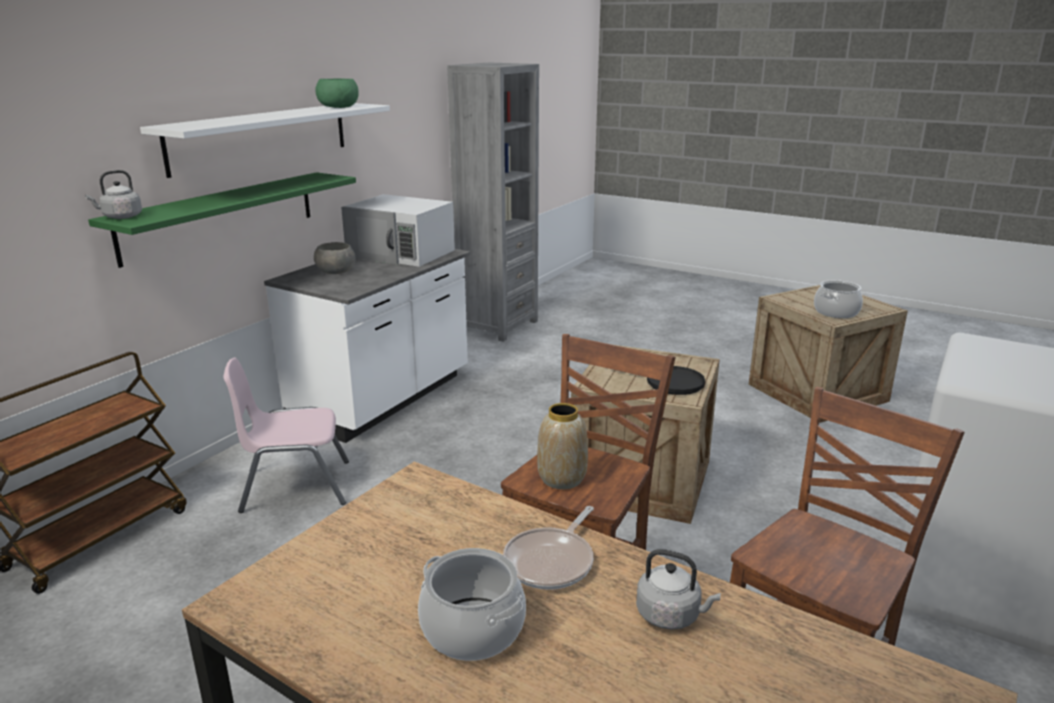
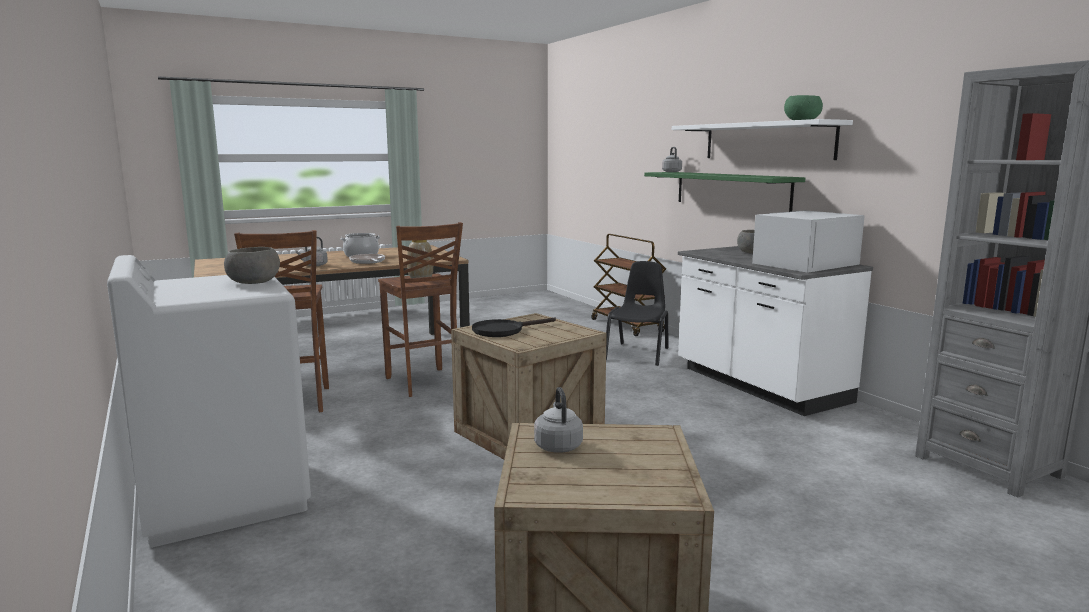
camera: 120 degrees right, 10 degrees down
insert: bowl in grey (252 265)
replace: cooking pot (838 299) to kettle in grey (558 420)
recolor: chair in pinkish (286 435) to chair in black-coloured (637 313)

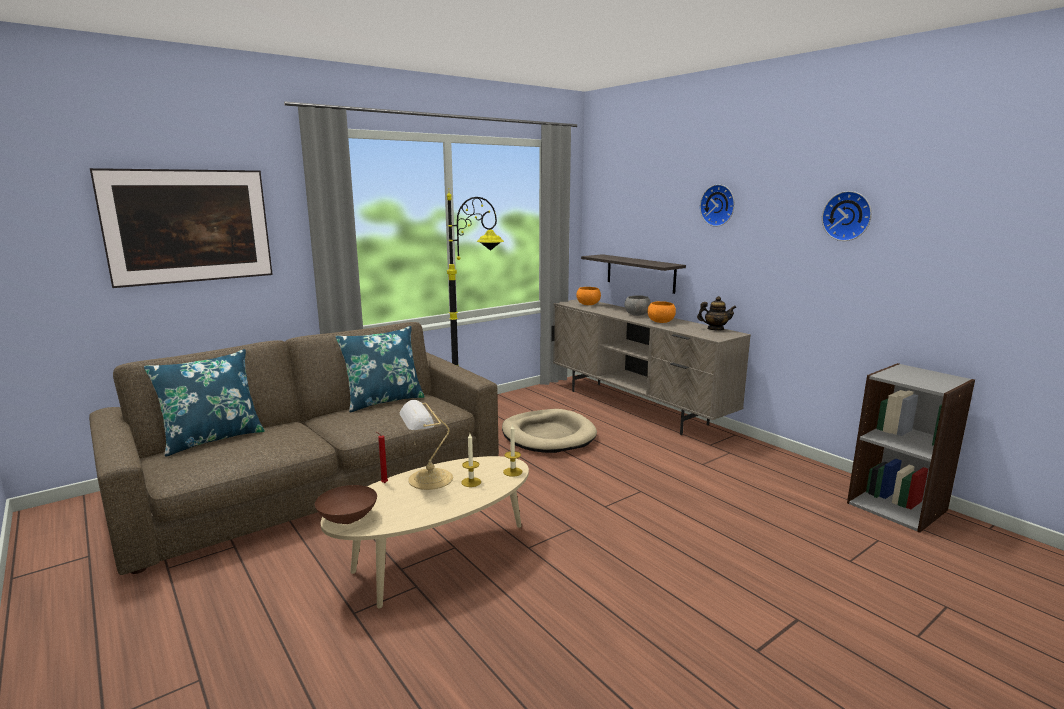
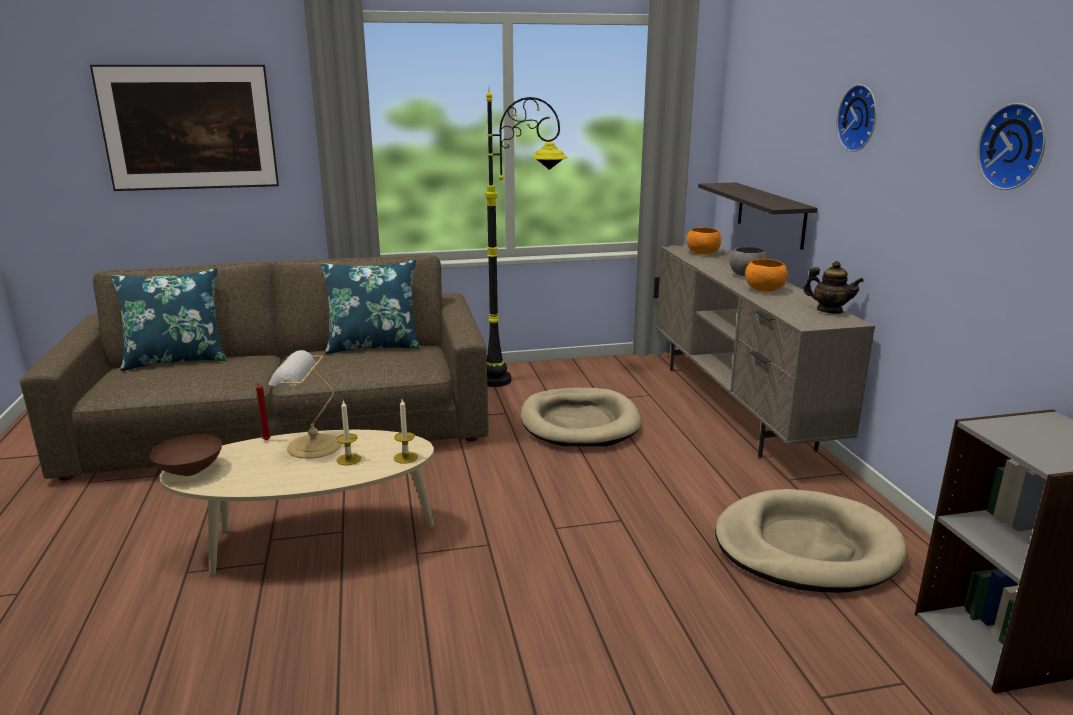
camera: 25 degrees right, 5 degrees up
insert: pet bed in beige (810 541)

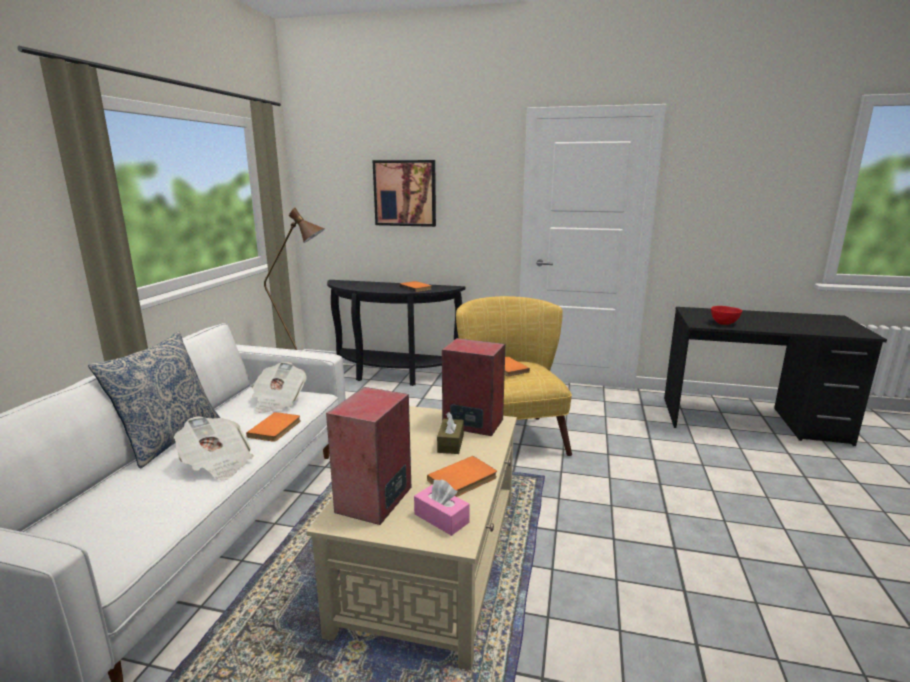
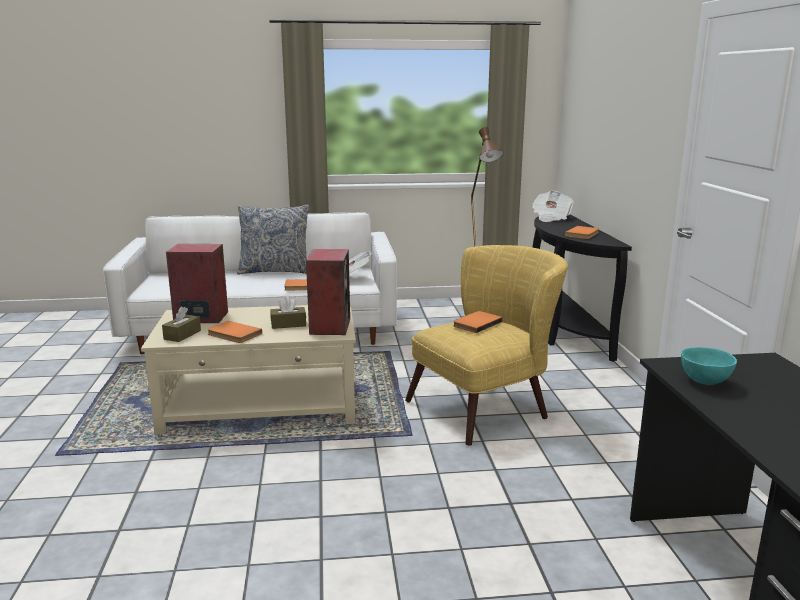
camera: 70 degrees right, 0 degrees up
delete: picture (404 193)
move: daily paper (214 448) to (553 206)
recolor: tissue holder in pinkish (442 507) to tissue holder in brownish (181 324); bowl in red-coloured (726 315) to bowl in turquoise (709 366)

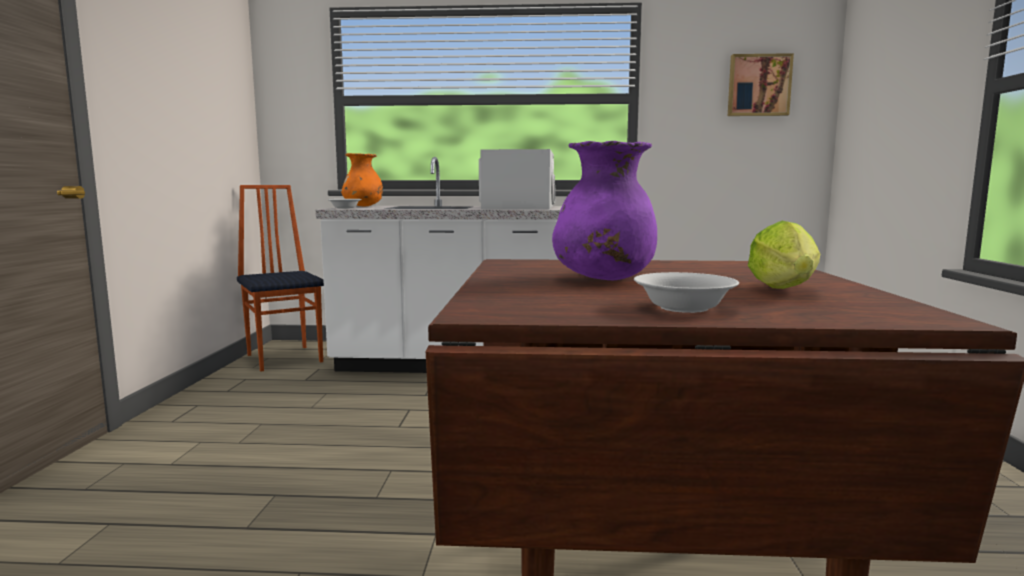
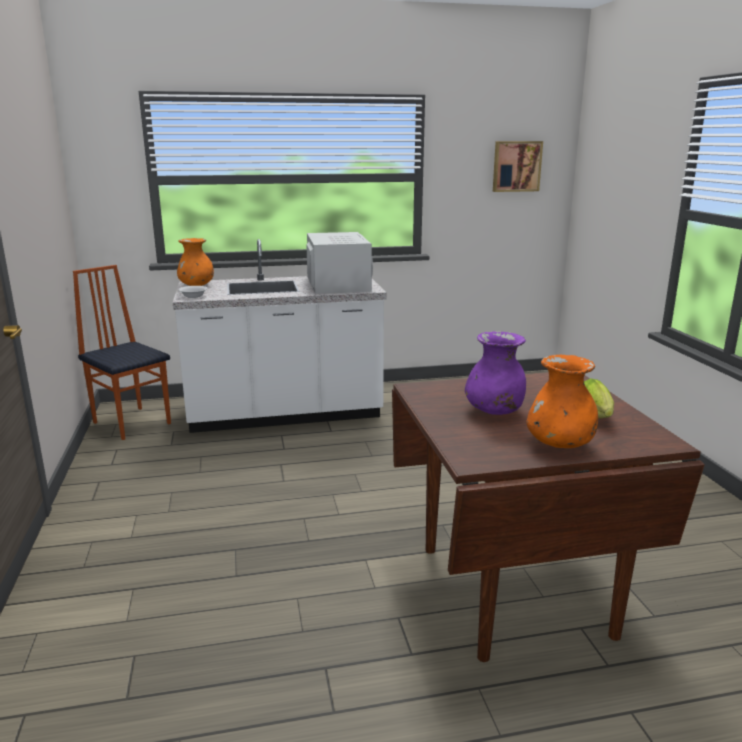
camera: 15 degrees left, 10 degrees up
replace: bowl in whitish (686 292) to decorative vase in orangey (562 401)

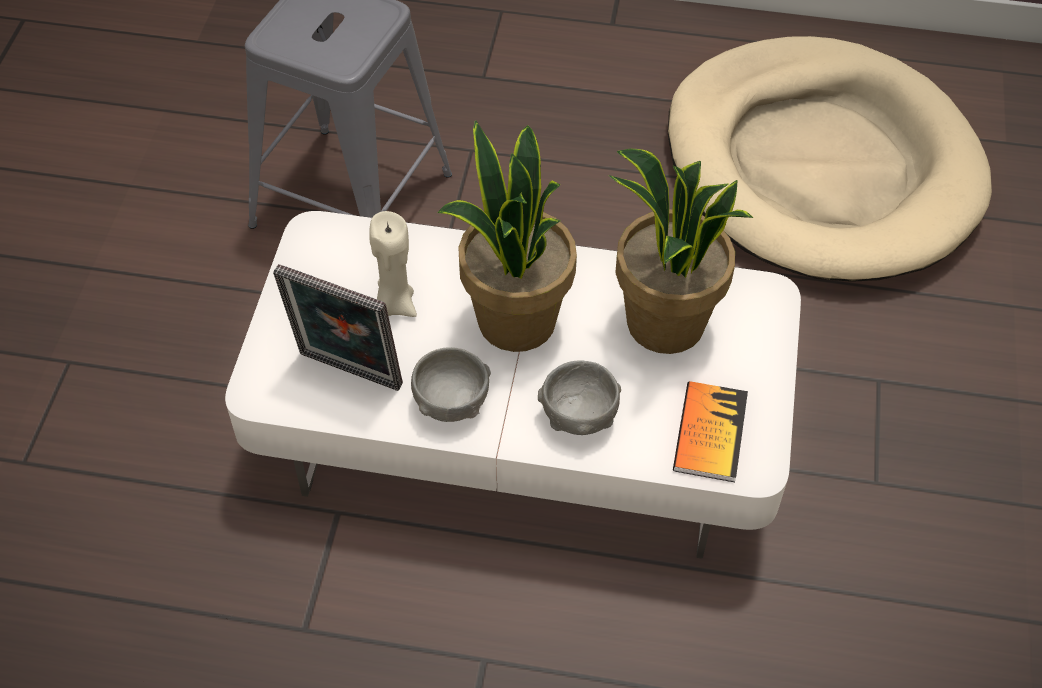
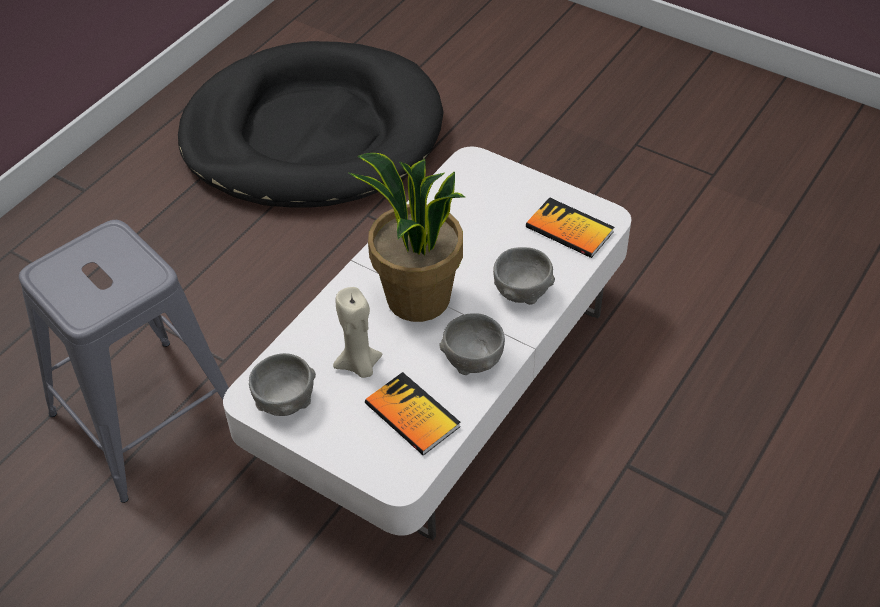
camera: 65 degrees left, 5 degrees down
delete: plant in a pot (680 251)
insert: bowl in grey (282 384)
replace: photo frame (338 327) to bound book (413 413)
recolor: pet bed in beige (830 159) to pet bed in black-coloured (311 124)

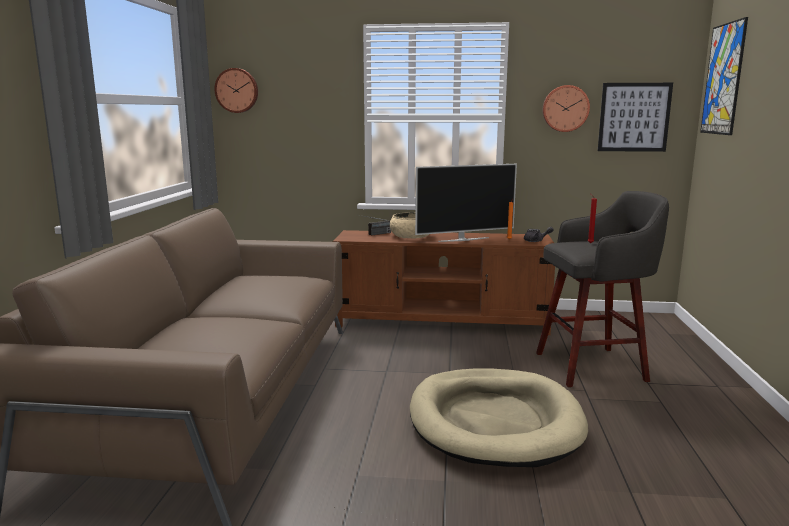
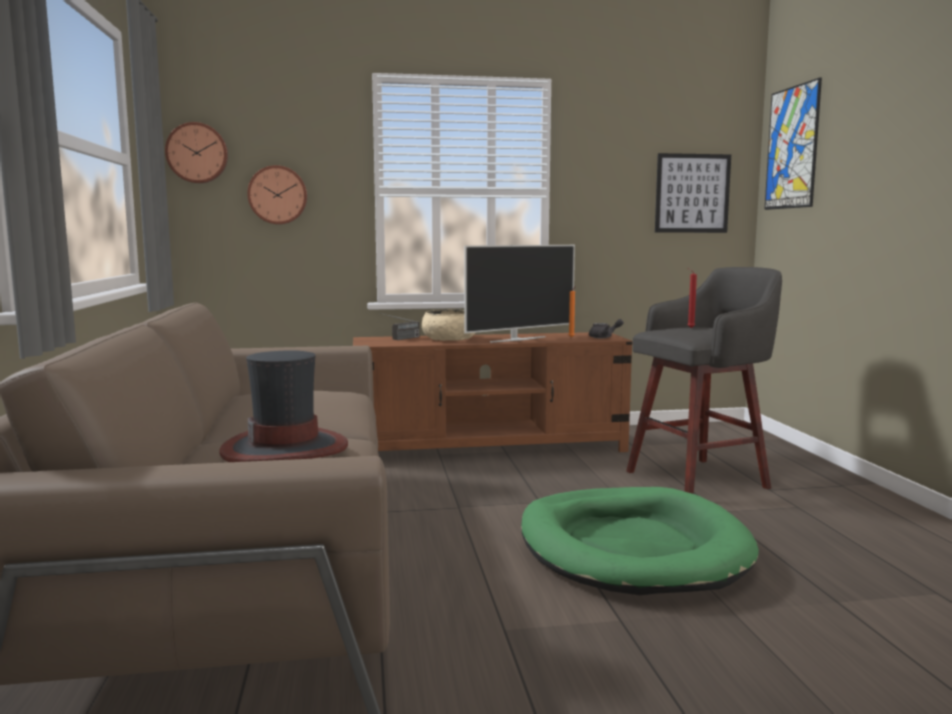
camera: 15 degrees left, 5 degrees down
insert: wearable hat (283 406)
move: clock on the wall (566 108) to (277 194)
recolor: pet bed in beige (499 417) to pet bed in greenish (640 541)

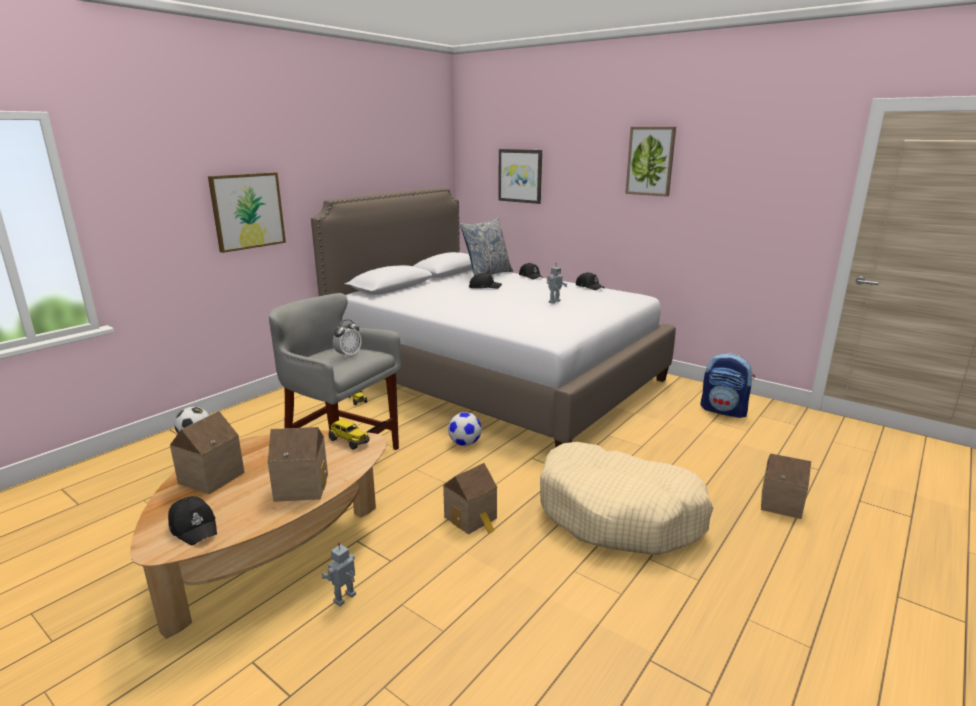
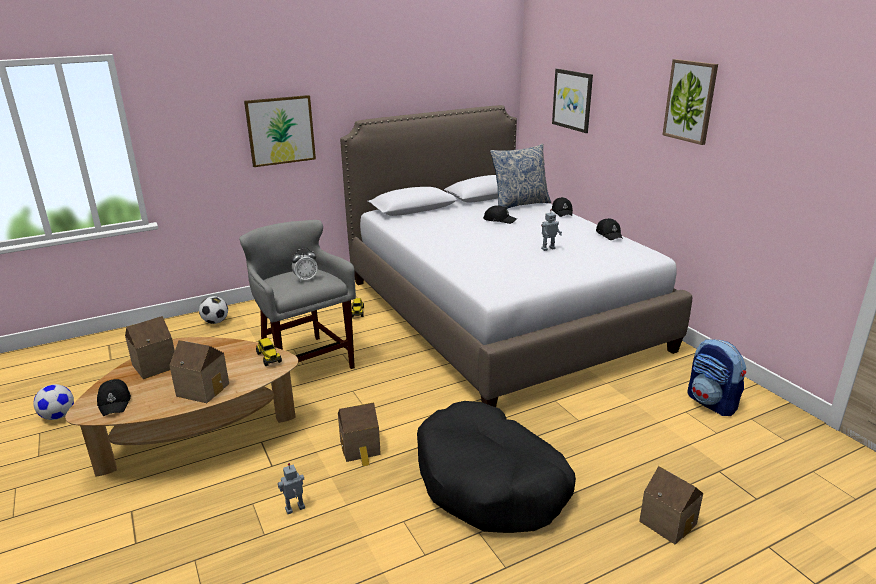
camera: 25 degrees right, 5 degrees up
move: model robot (338 574) to (291 488); football (465 429) to (53 402)
recolor: pet bed in beige (626 498) to pet bed in black-coloured (496 467)

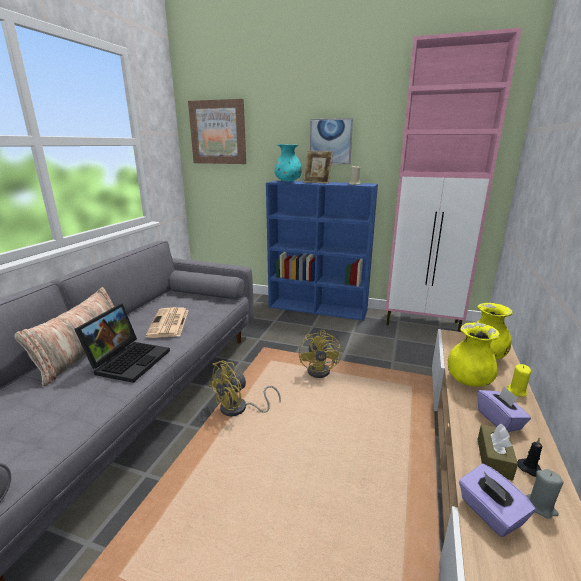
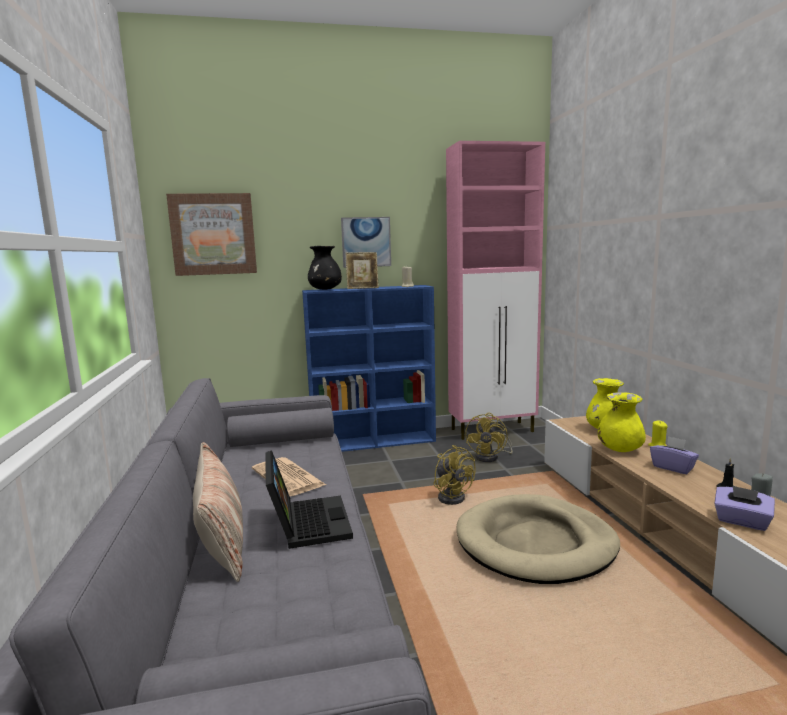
camera: 30 degrees left, 10 degrees down
delete: tissue holder in brownish (497 452)
insert: pet bed in beige (538 539)
move: cooling fan in yellowish (244 388) to (489 437)
recolor: decorative vase in turquoise (288 163) to decorative vase in black-coloured (325 268)

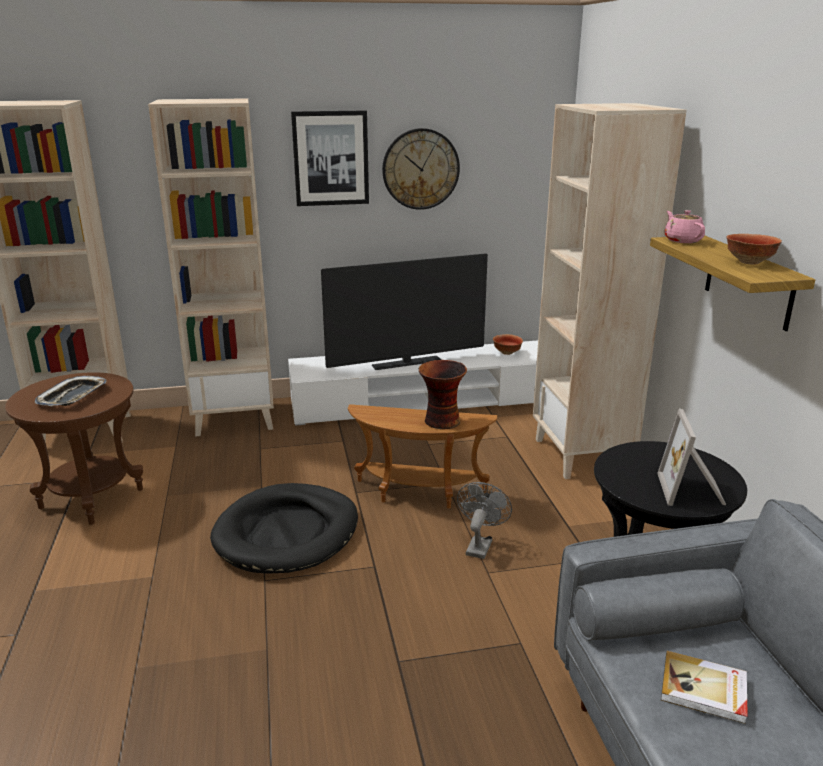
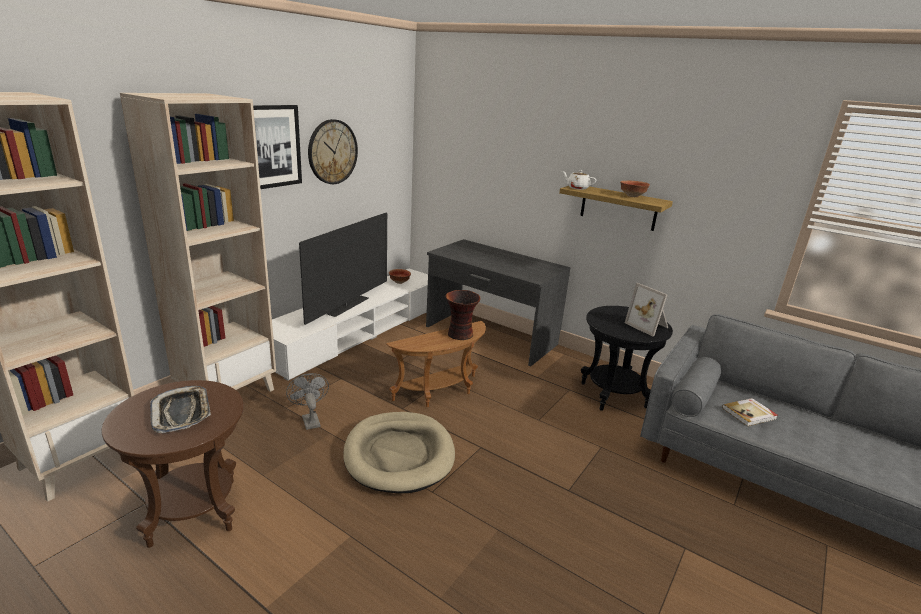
camera: 45 degrees left, 0 degrees up
move: cooling fan in grey (484 520) to (307 401)
replace: bookcase in beige (610 291) to desk in grey (498 302)
recolor: pet bed in black-coloured (284 528) to pet bed in beige (399 452); tea pot in pinkish (685 226) to tea pot in whitish (579 180)

